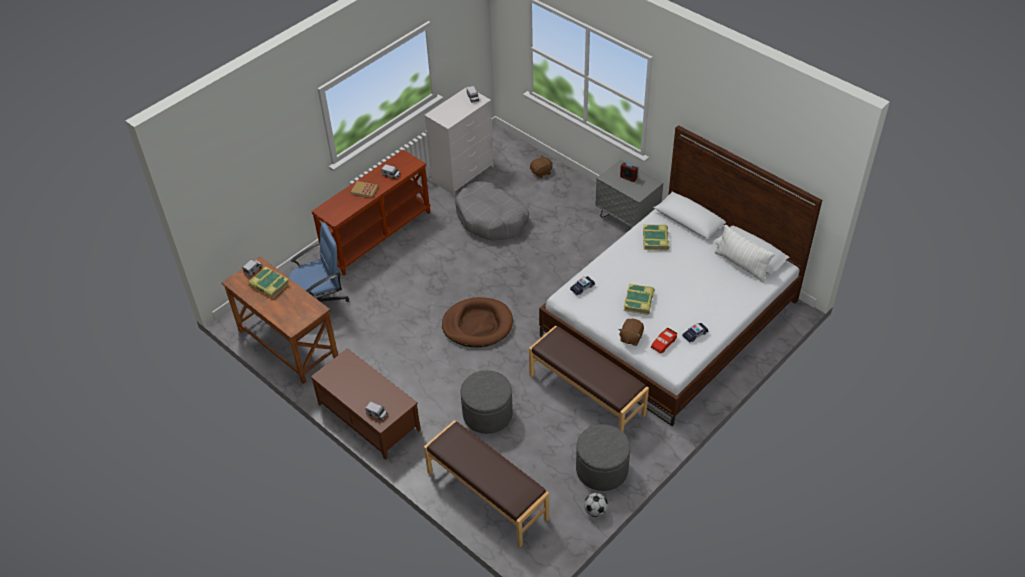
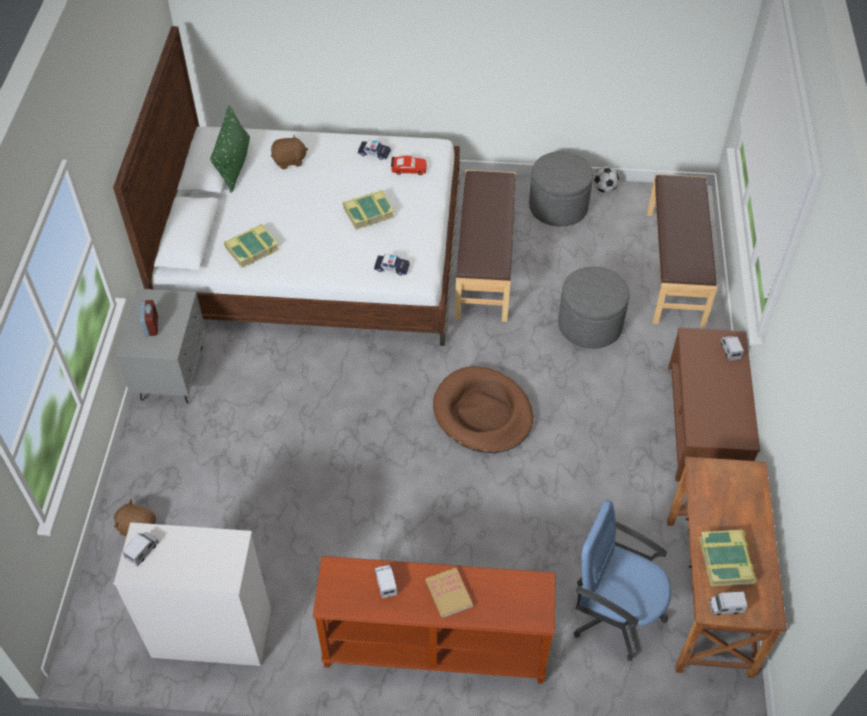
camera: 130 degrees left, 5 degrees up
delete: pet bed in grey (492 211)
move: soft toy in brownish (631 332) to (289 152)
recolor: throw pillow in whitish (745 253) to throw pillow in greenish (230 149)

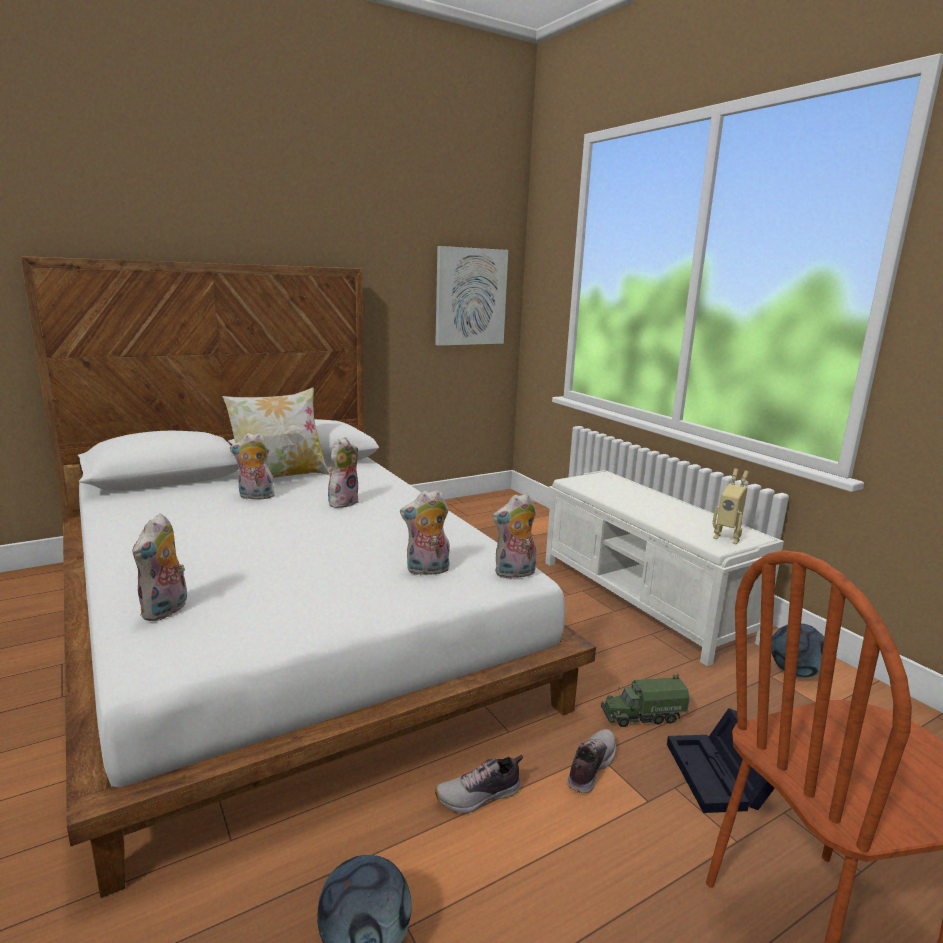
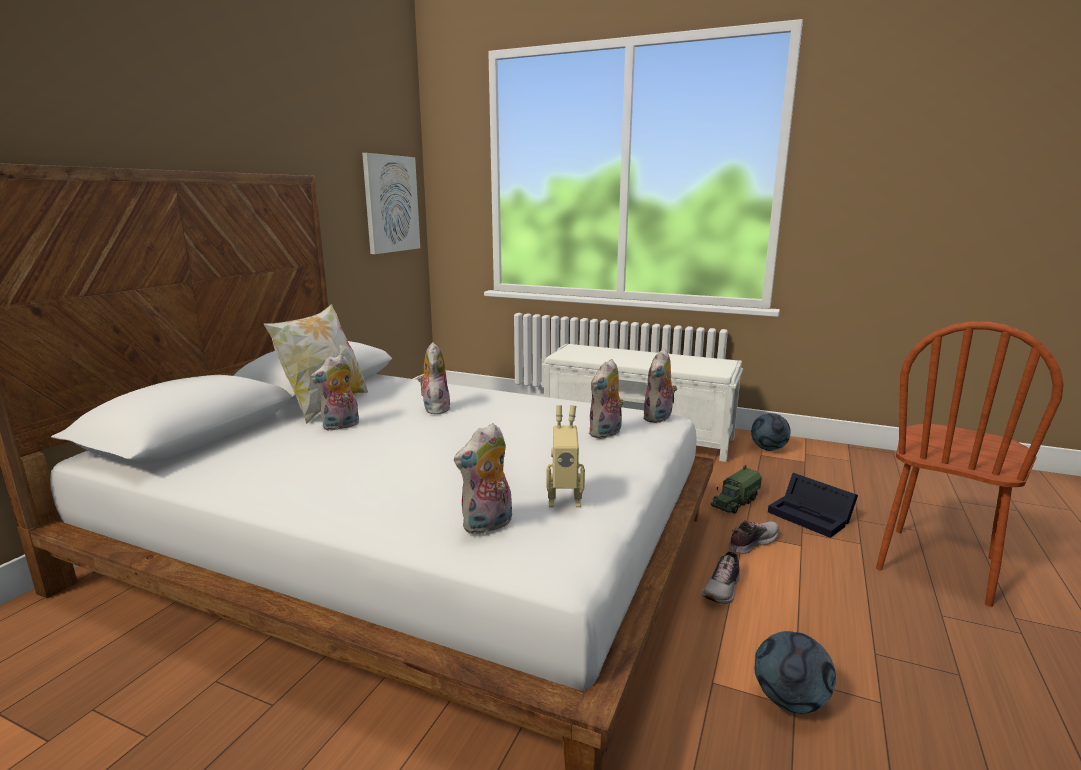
camera: 35 degrees left, 0 degrees up
move: model robot (730 506) to (565 456)
rotate: soft toy (160 567) = (483 478) 75 degrees clockwise; shoe (591 761) = (754 537) 60 degrees clockwise

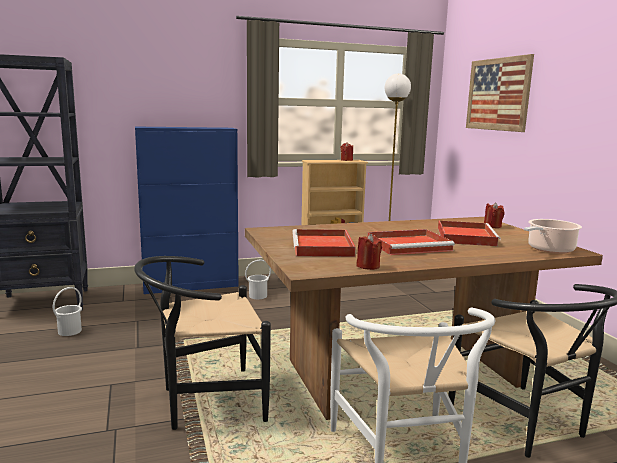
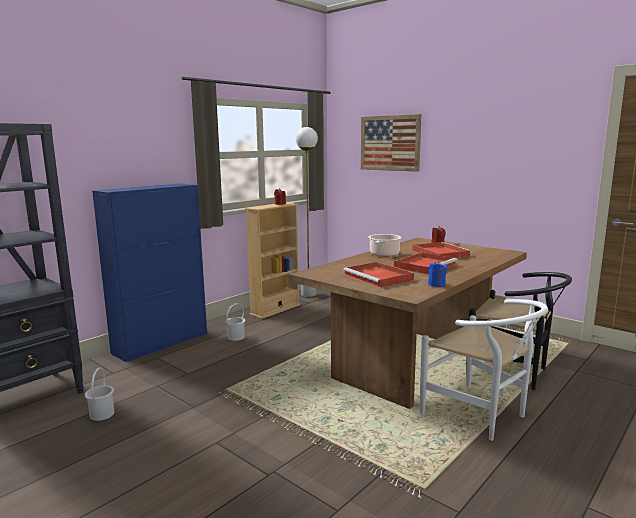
camera: 30 degrees left, 0 degrees up
delete: chair in black-coloured (202 343)
move: cooking pot (553 236) to (385 245)
recolor: candle in red-coloured (369 252) to candle in blue (437 274)

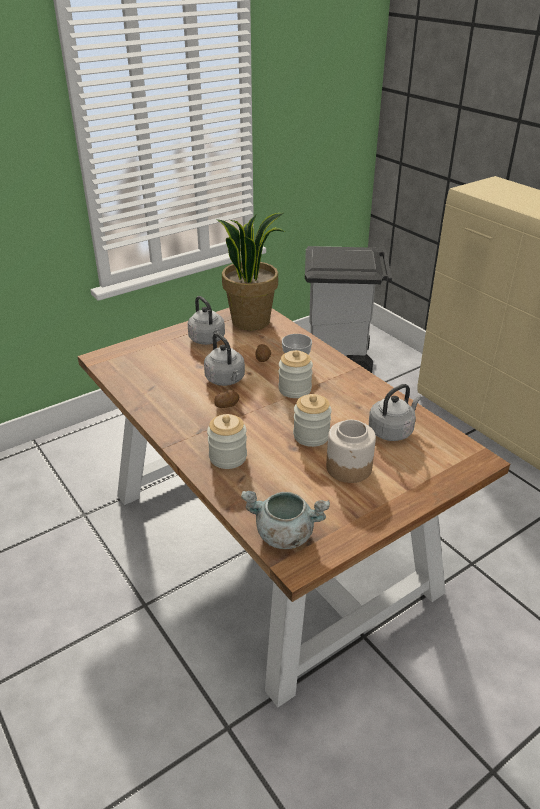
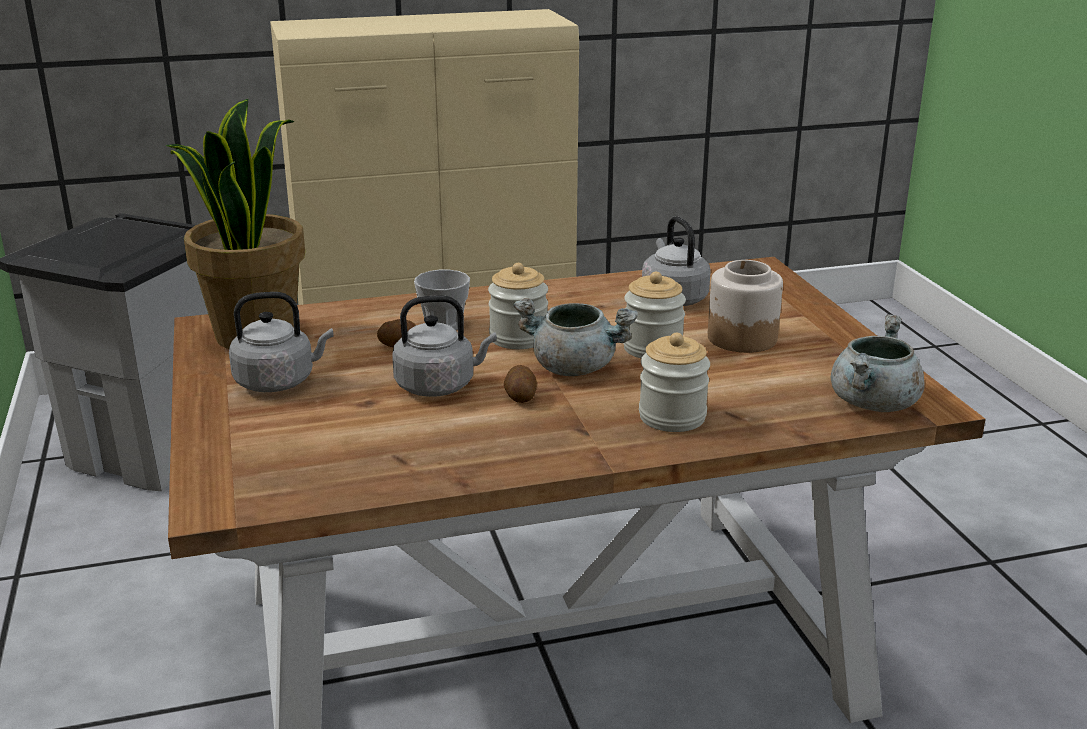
camera: 70 degrees left, 10 degrees down
insert: cooking pot in grey (575 337)

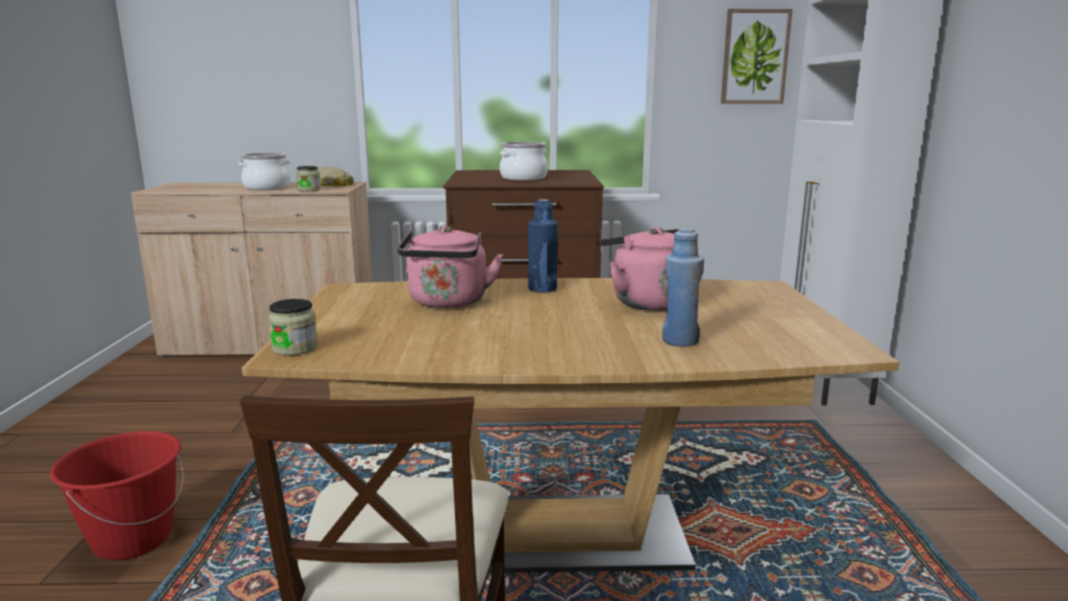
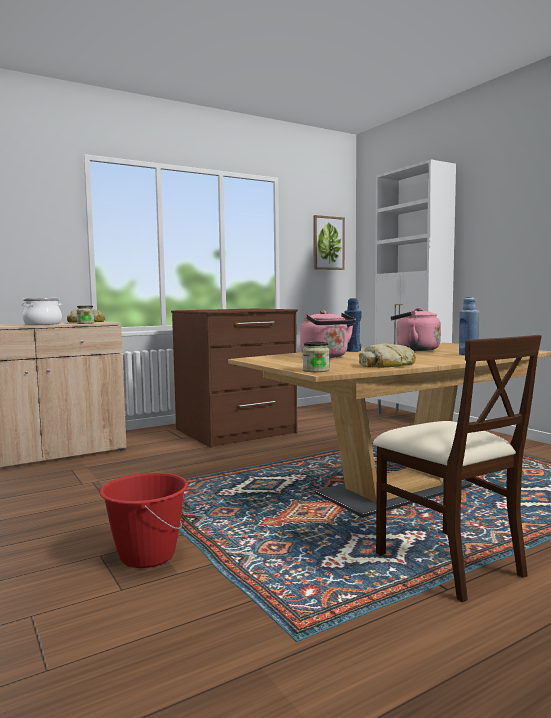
camera: 30 degrees left, 10 degrees down
delete: cooking pot (523 161)
insert: baked bread (387 356)

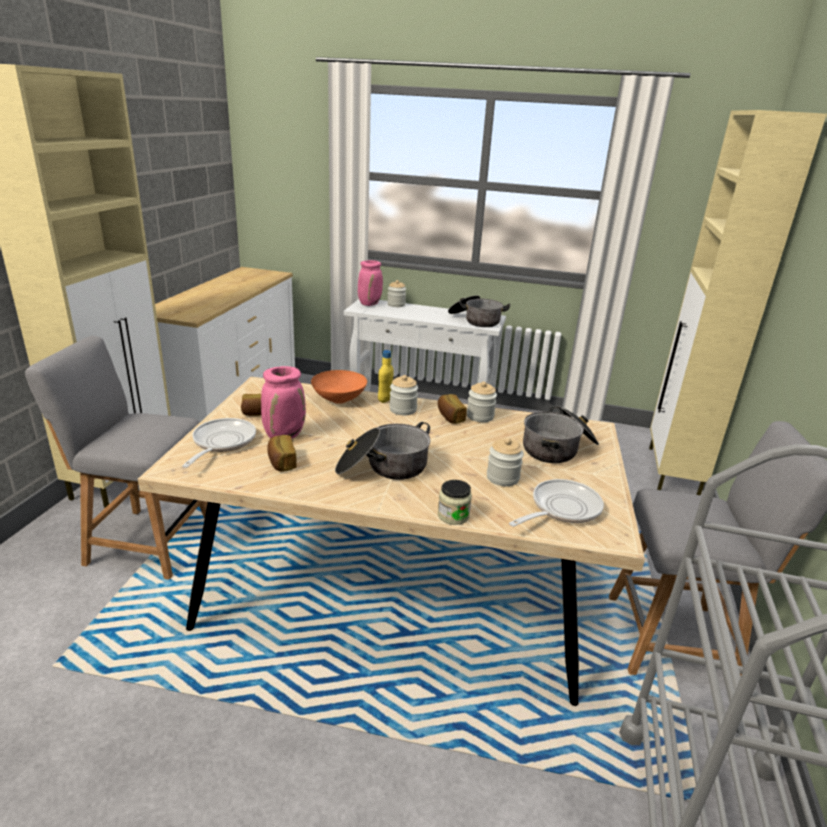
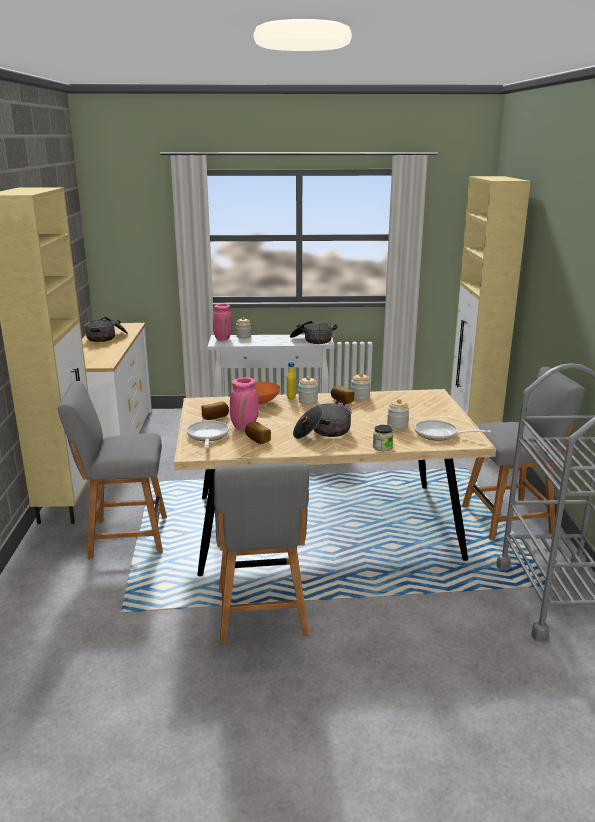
camera: 15 degrees left, 5 degrees down
insert: chair in grey (261 552)
move: cooking pot (561 434) to (106 329)
rotate: frying pan (556 503) = (453 430) 105 degrees counterclockwise

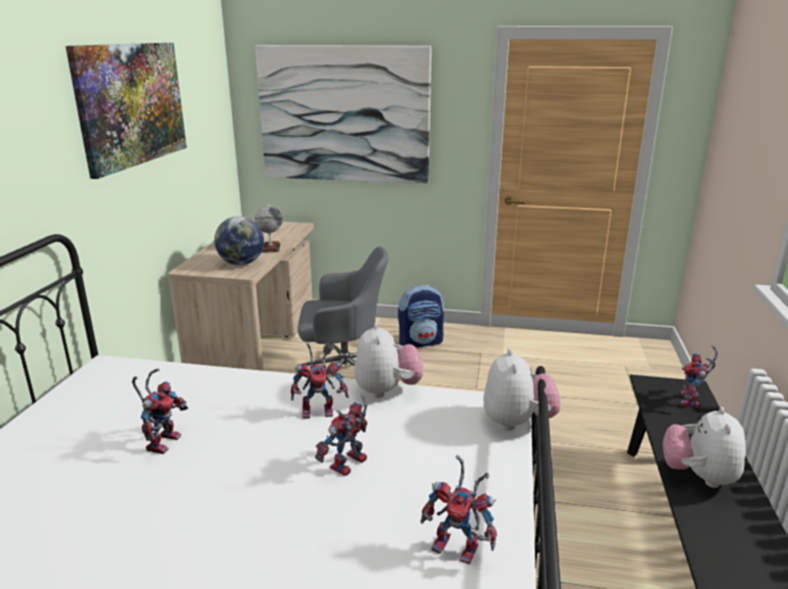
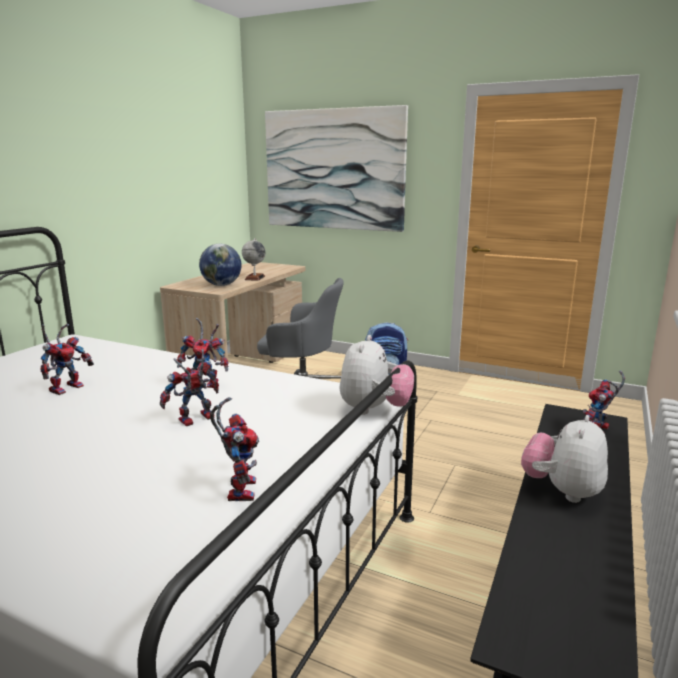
camera: 15 degrees right, 5 degrees down
delete: picture (126 111); soft toy (388 360)
rotate: model robot (458 509) = (234 449) 135 degrees counterclockwise

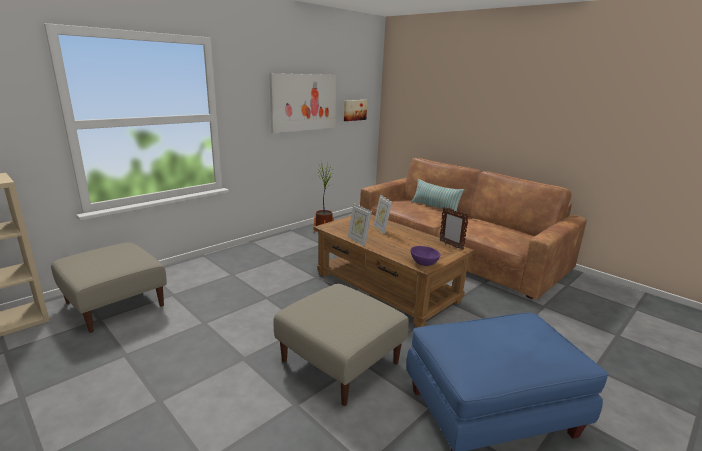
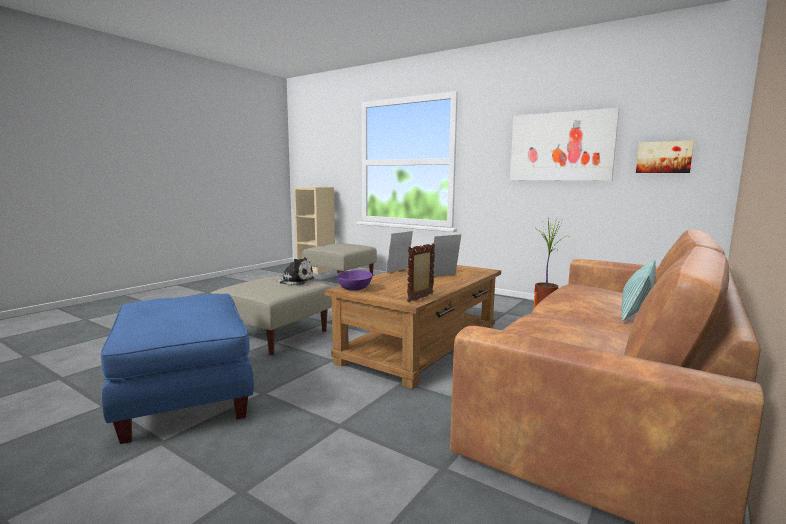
camera: 80 degrees right, 10 degrees down
insert: soft toy (293 271)

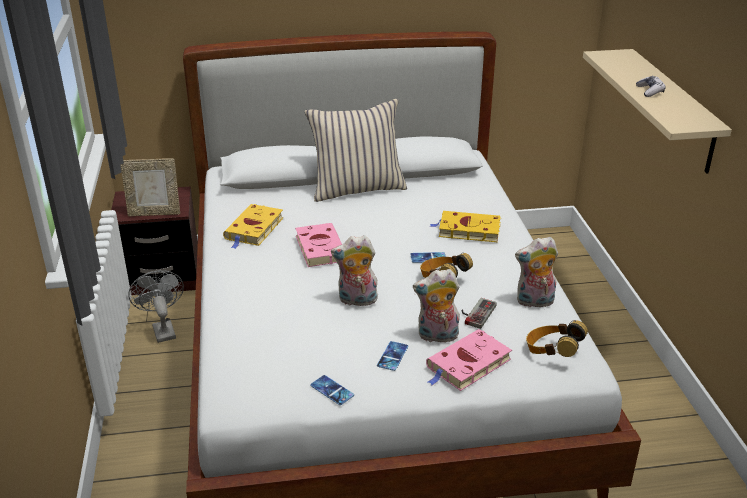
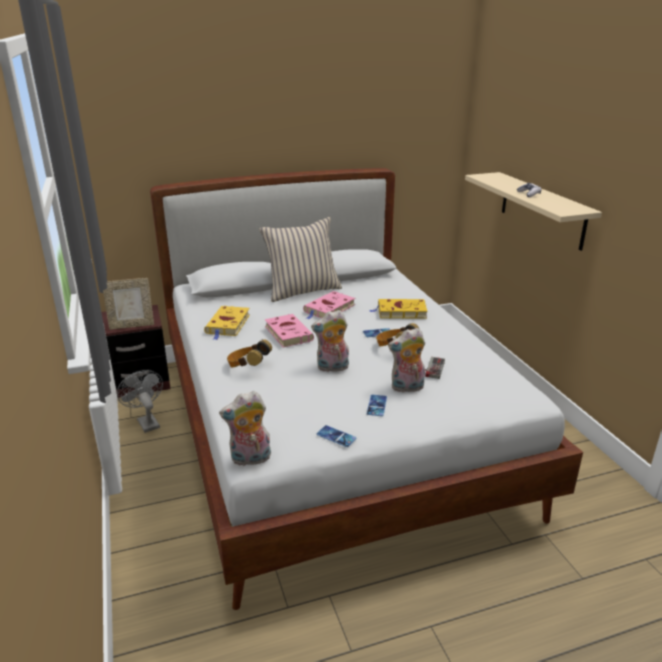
camera: 10 degrees left, 5 degrees down
move: bound book in pinkish (469 360) to (329 305); soft toy (536 272) to (245 428); headphones (557 338) to (249 354)

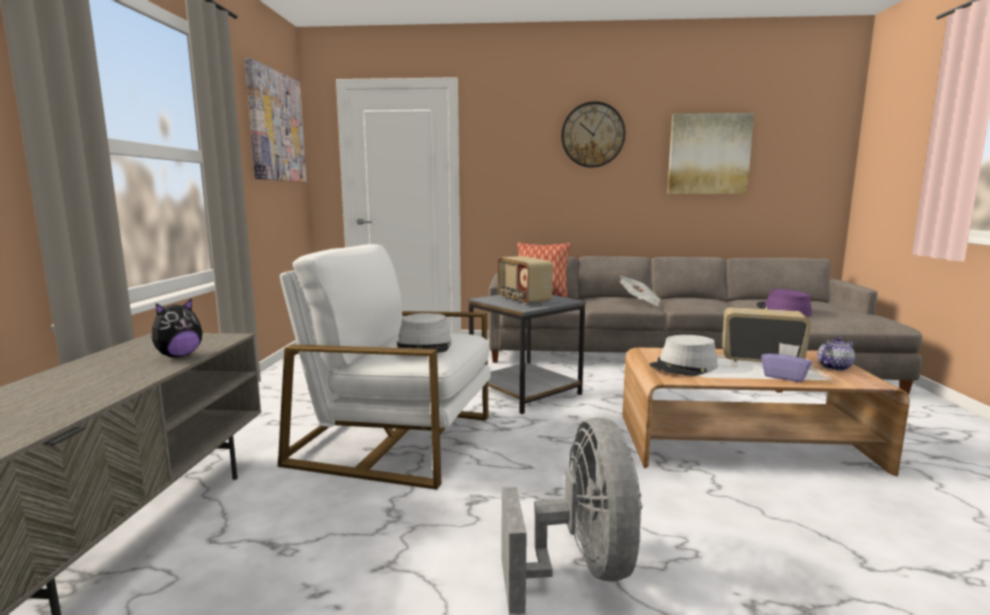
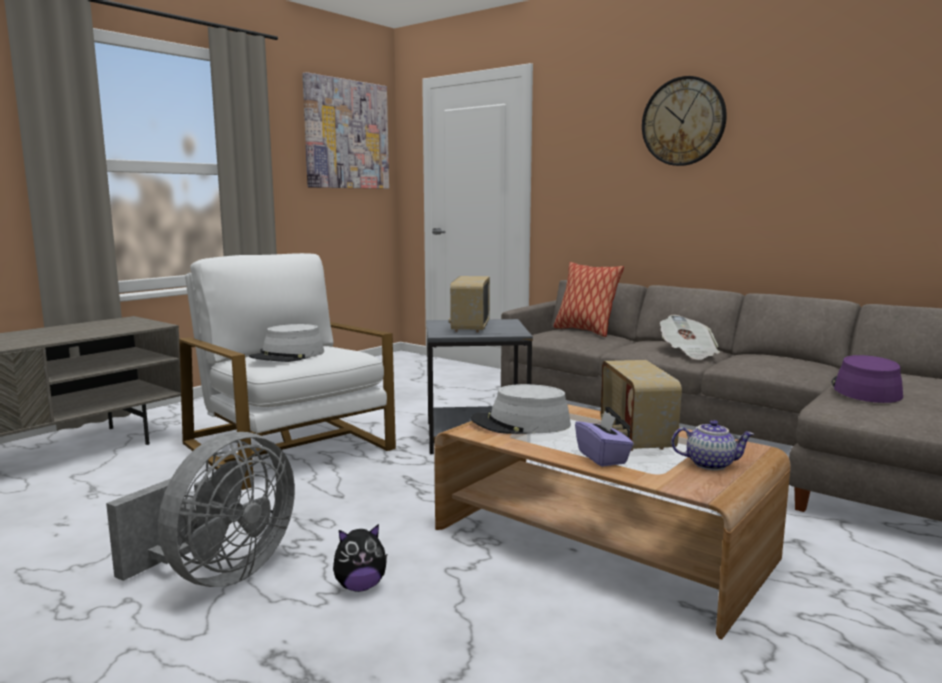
camera: 35 degrees right, 0 degrees up
delete: picture (710 153)
move: soft toy (177 328) to (360 558)
rotate: radio (766 334) = (641 405) 150 degrees counterclockwise

